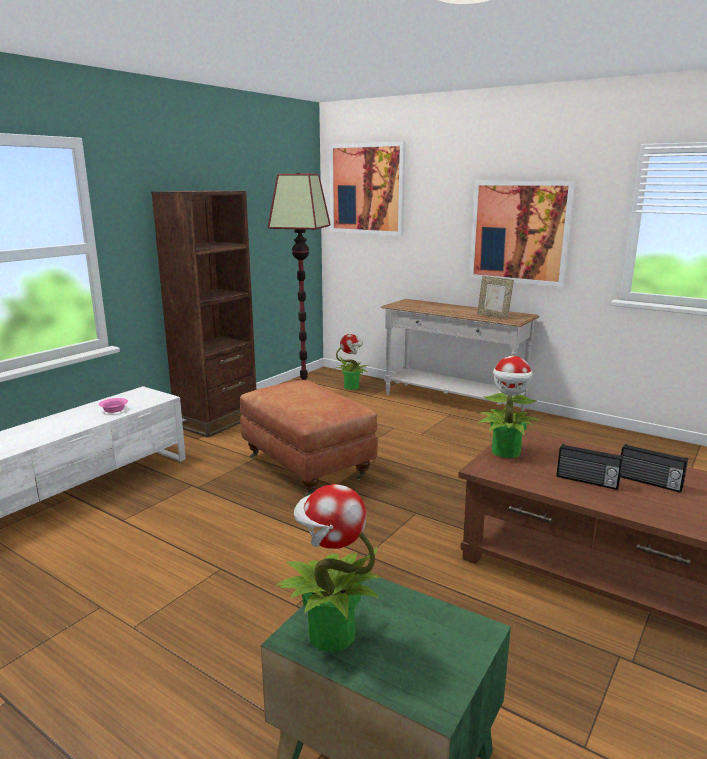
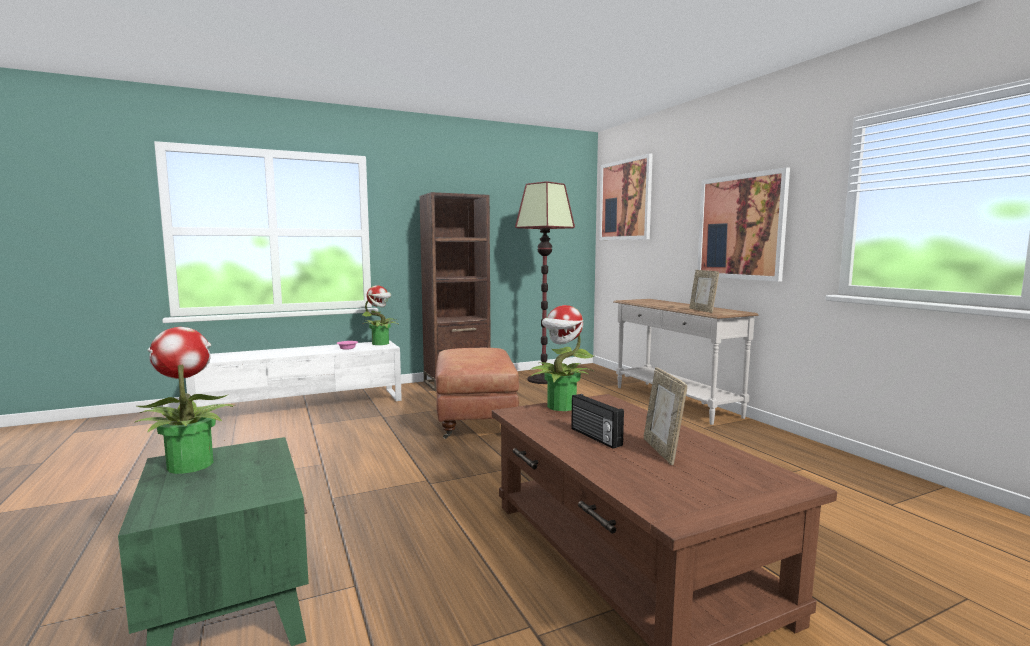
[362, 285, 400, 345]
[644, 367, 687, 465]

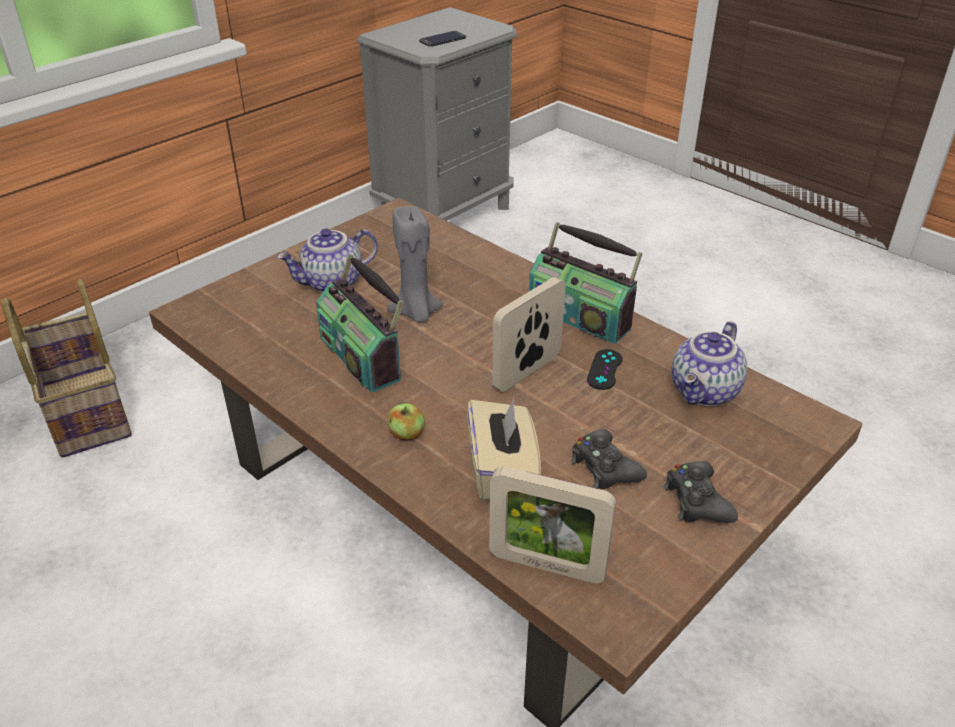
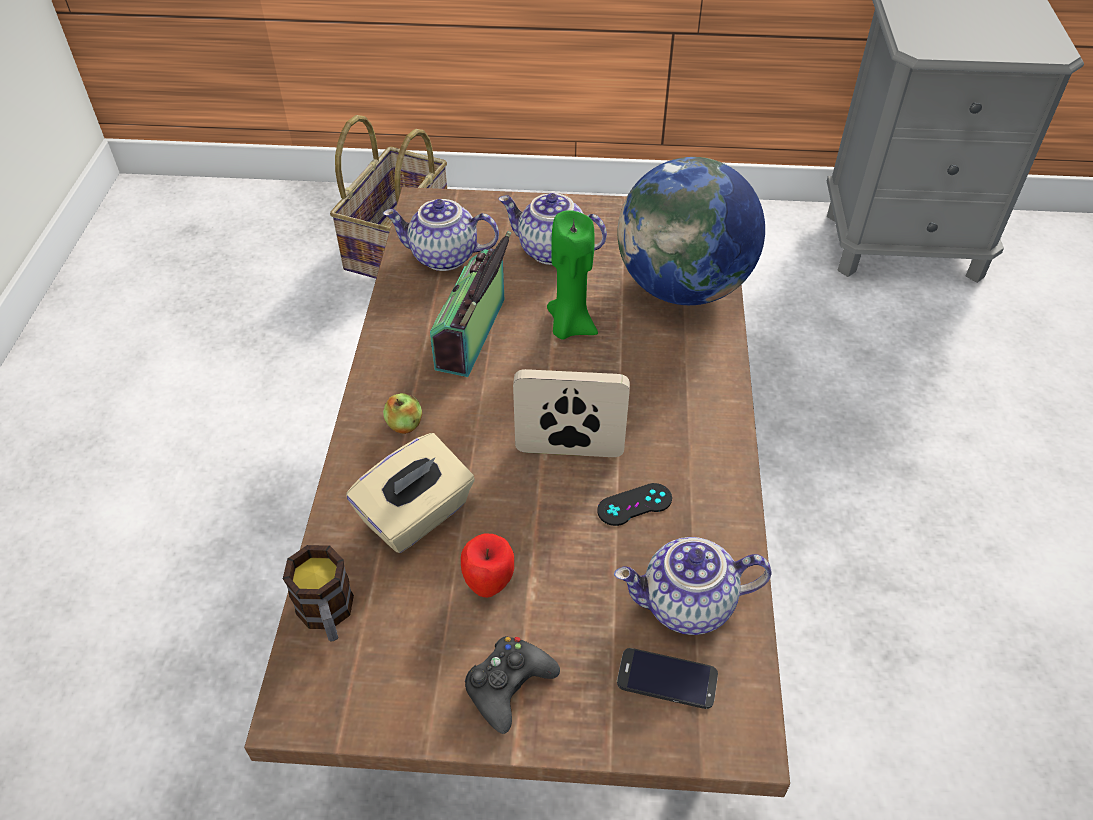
[529, 222, 642, 344] (first image)
[383, 199, 499, 271]
[618, 157, 765, 305]
[617, 648, 718, 709]
[283, 545, 354, 641]
[461, 533, 514, 598]
[547, 210, 598, 340]

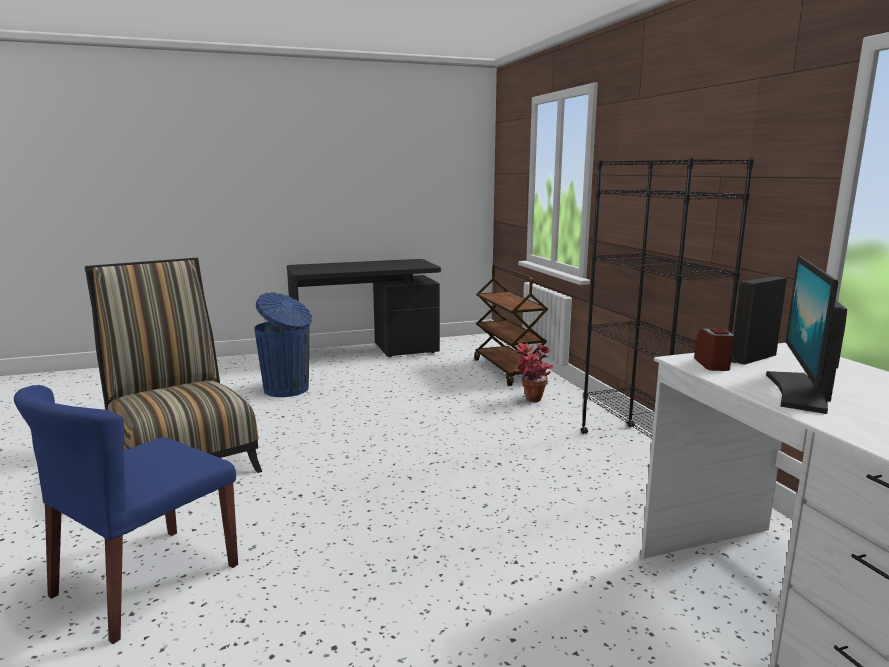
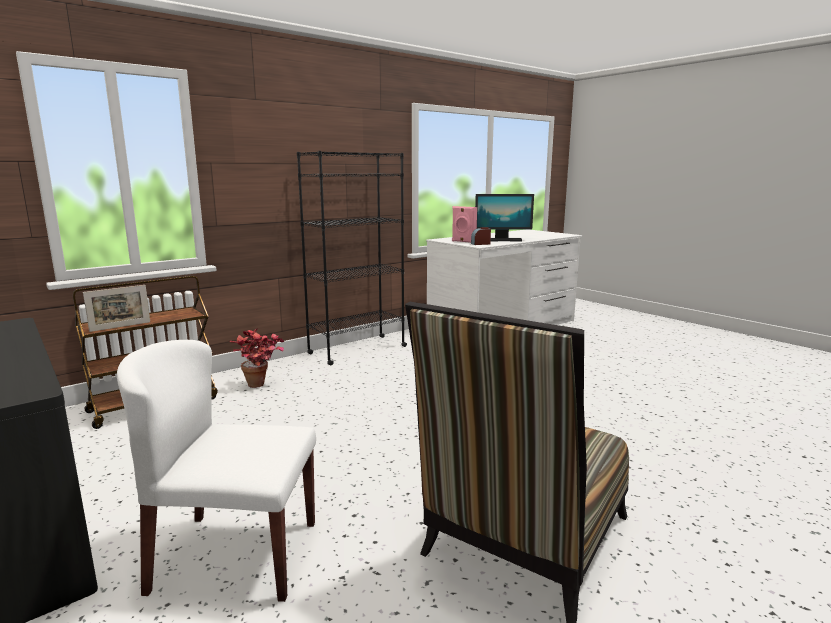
[14, 385, 238, 644] (first image)
[83, 285, 150, 332]
[117, 340, 316, 602]
[452, 206, 477, 243]

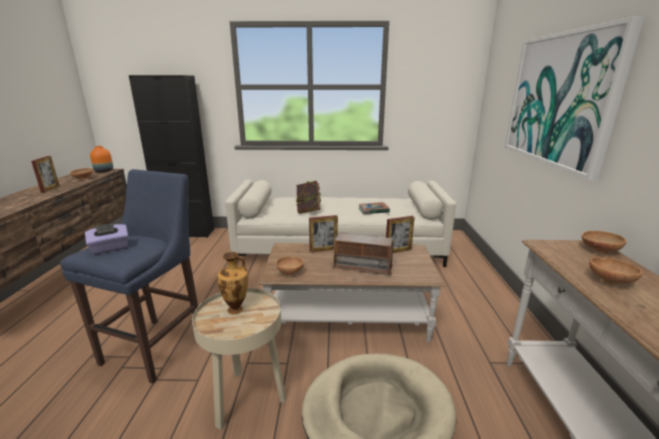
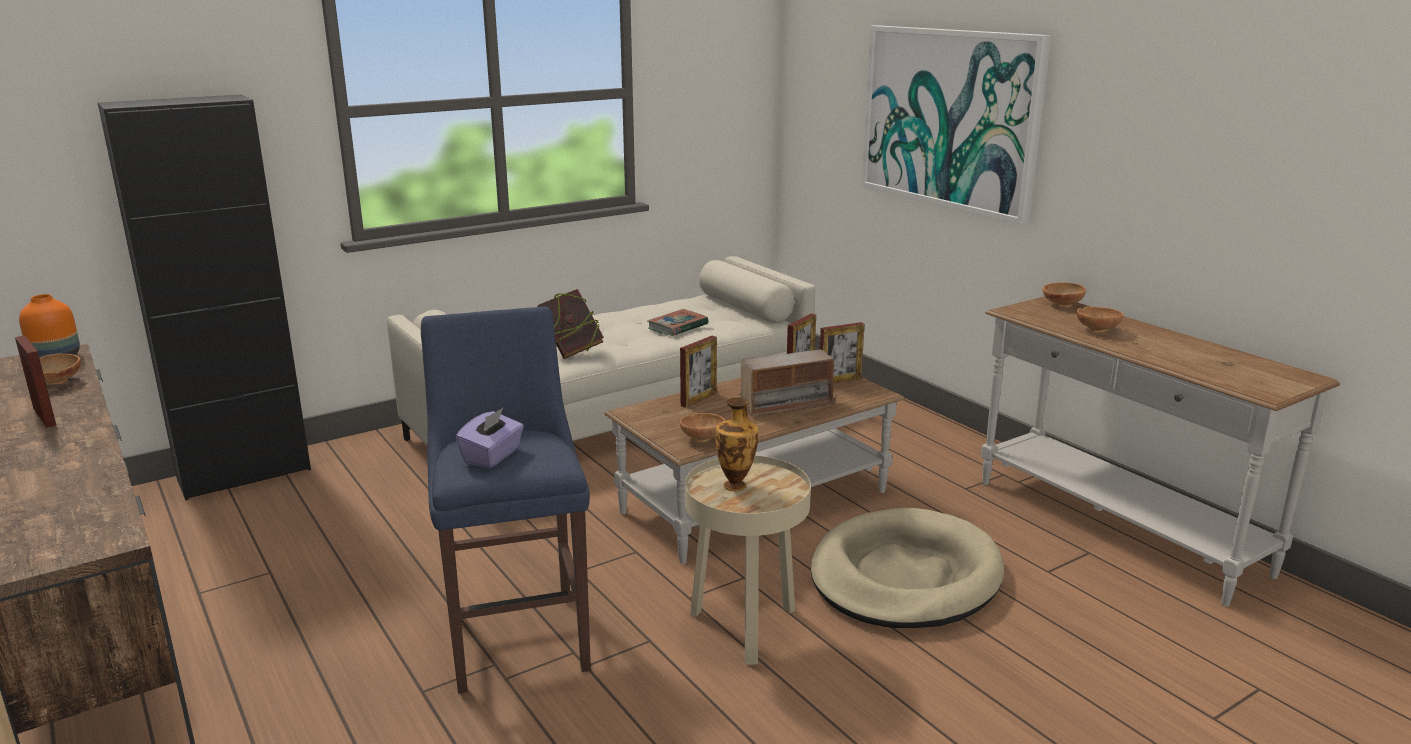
[820, 322, 865, 383]

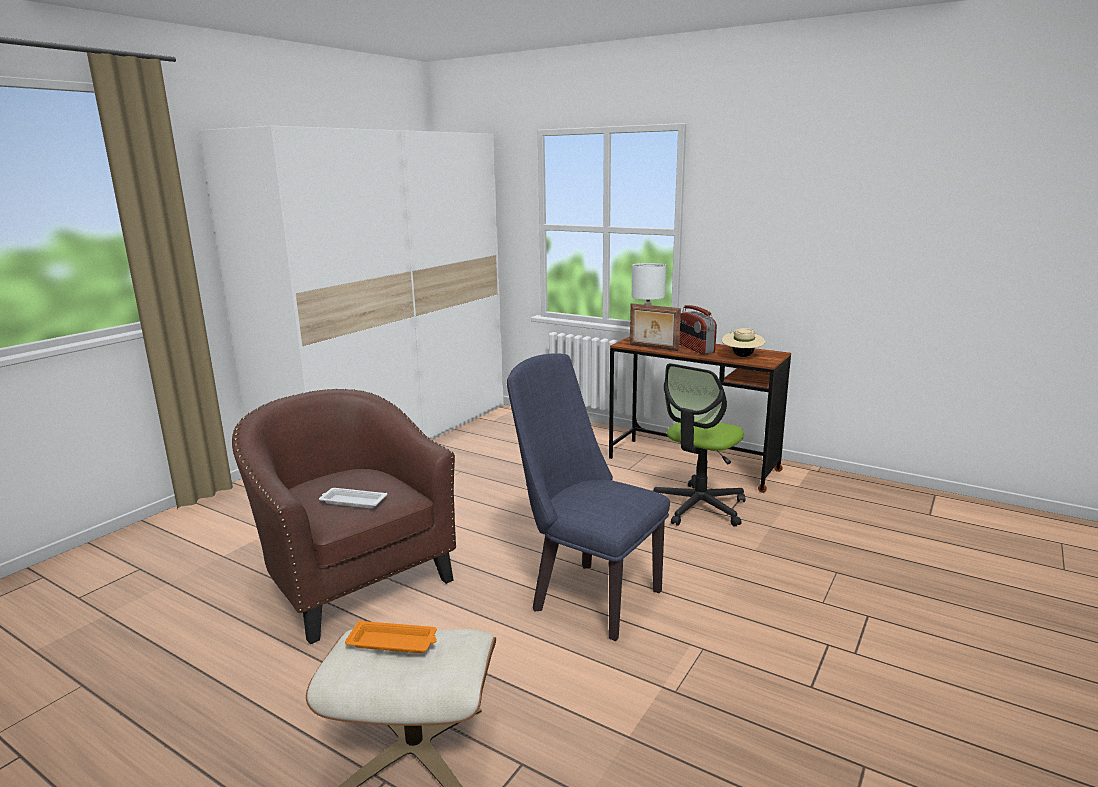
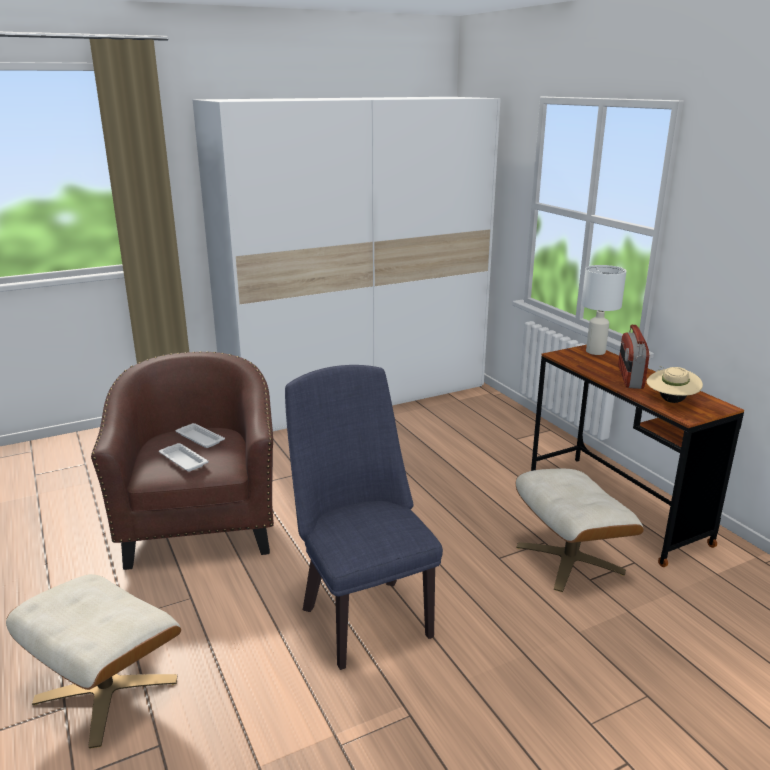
[345, 620, 437, 653] (first image)
[630, 303, 681, 351] (first image)
[175, 423, 225, 448]
[516, 469, 644, 592]

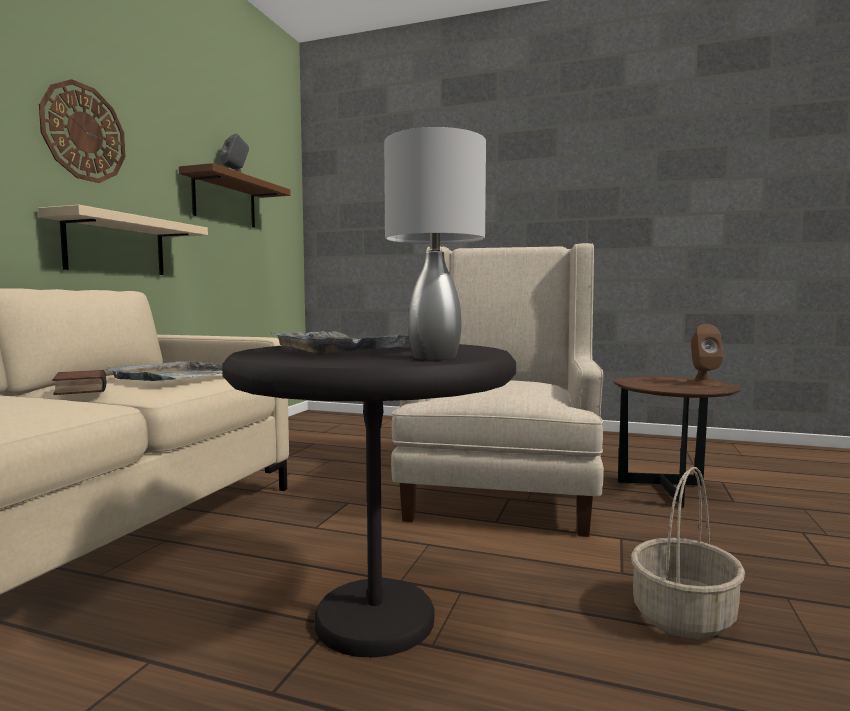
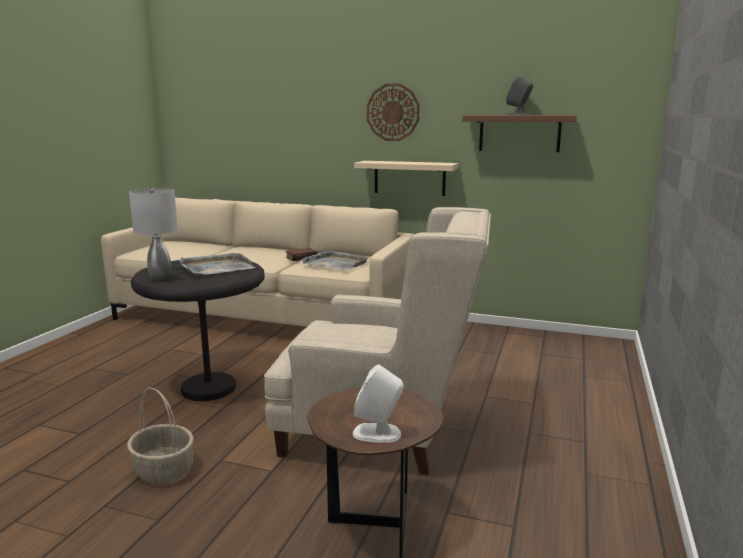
[353, 364, 404, 443]

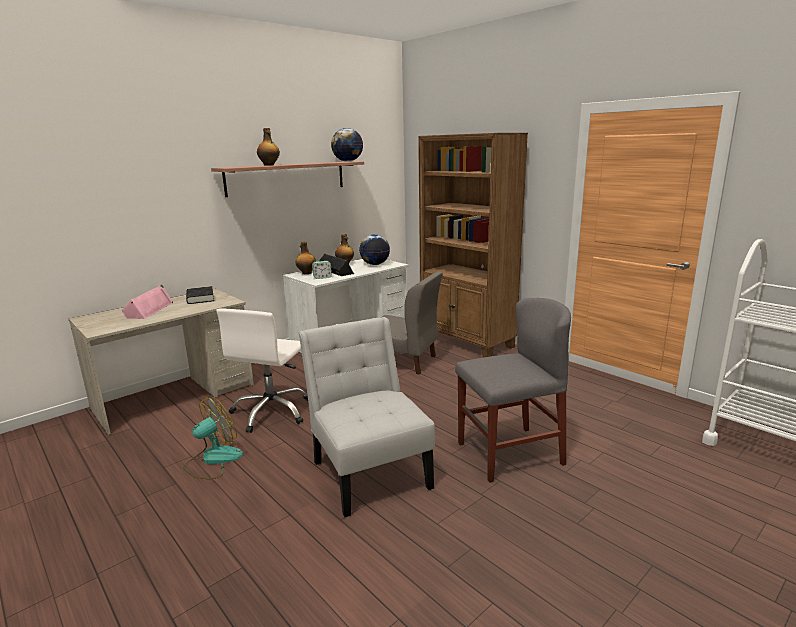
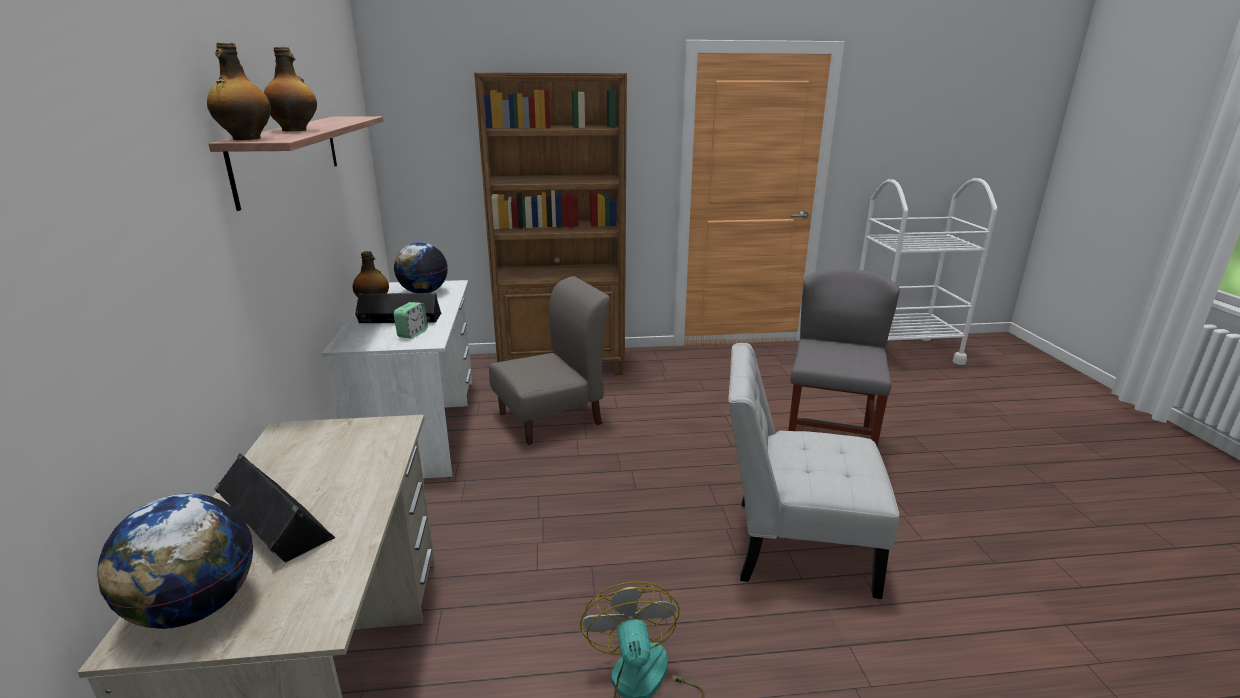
[186, 286, 214, 304] (first image)
[216, 308, 308, 433] (first image)
[207, 43, 271, 140]
[97, 494, 253, 629]
[214, 453, 336, 563]

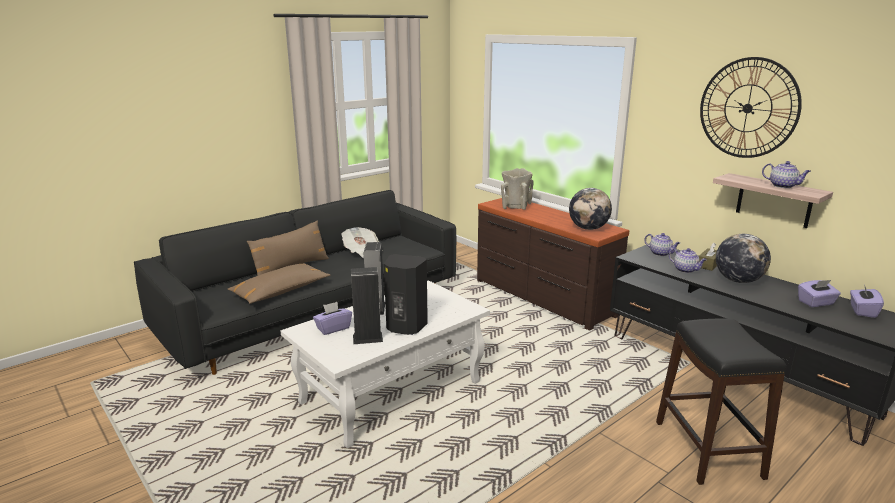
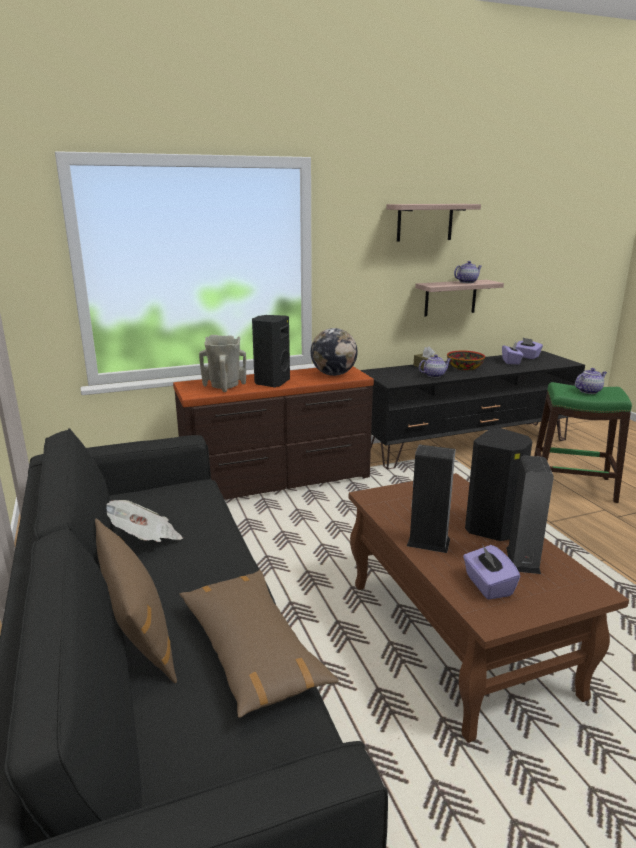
[252, 315, 290, 388]
[575, 368, 607, 394]
[386, 204, 481, 242]
[447, 351, 485, 371]
[349, 473, 629, 743]
[534, 382, 632, 503]

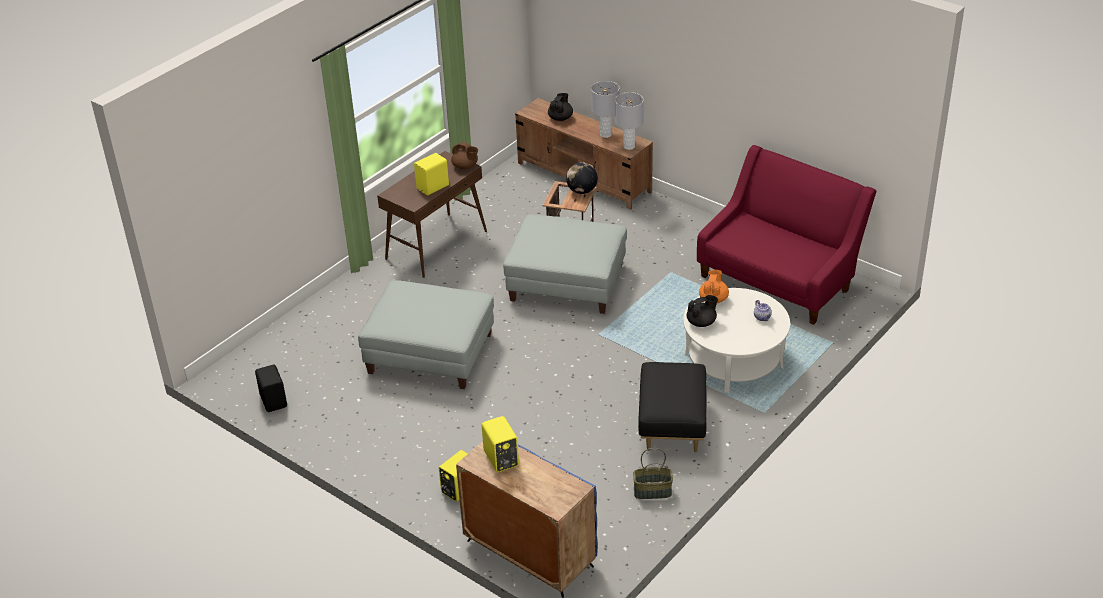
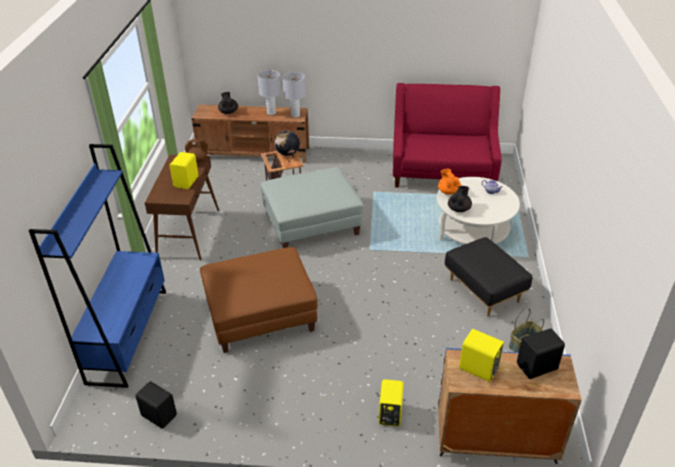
[29, 144, 166, 388]
[517, 328, 565, 379]
[200, 247, 318, 353]

